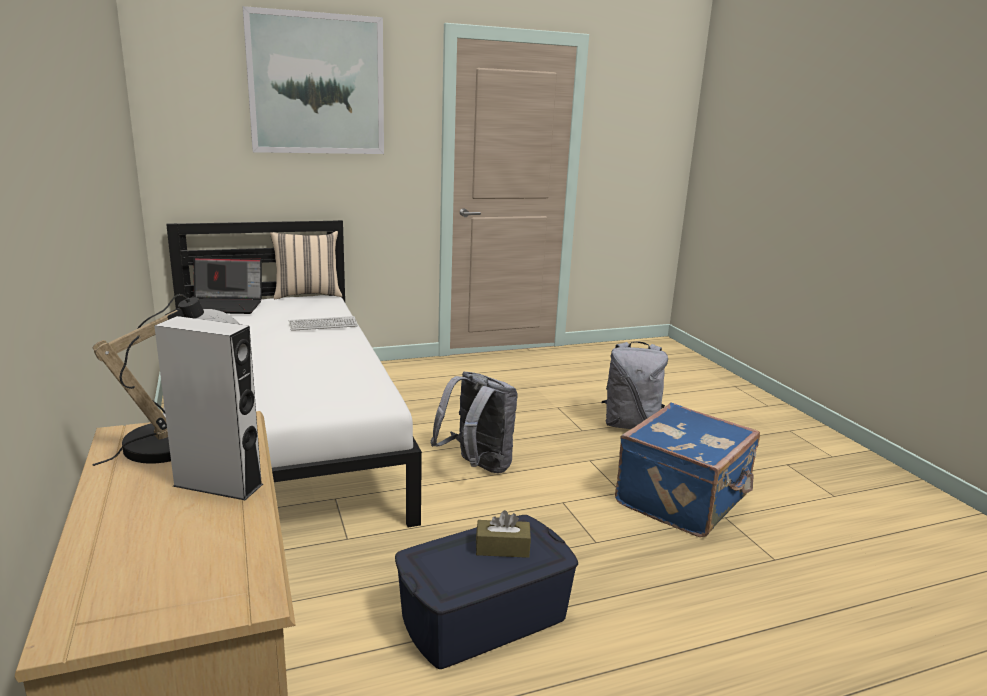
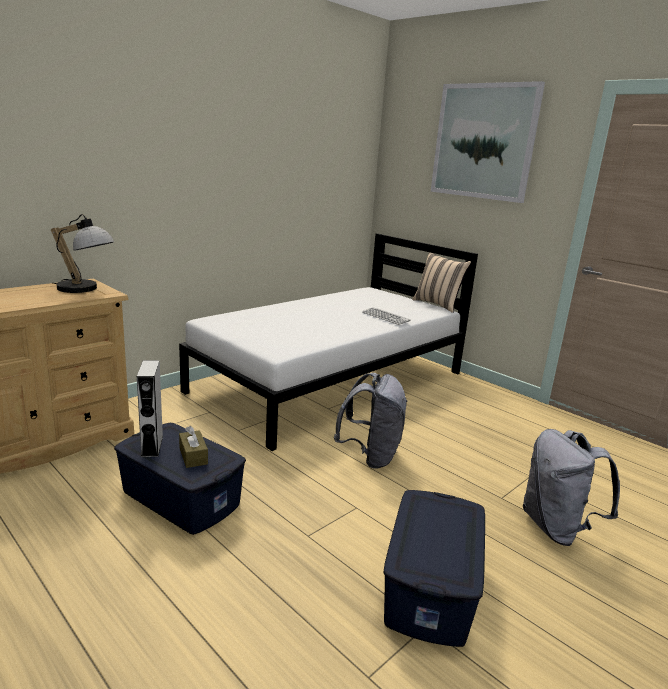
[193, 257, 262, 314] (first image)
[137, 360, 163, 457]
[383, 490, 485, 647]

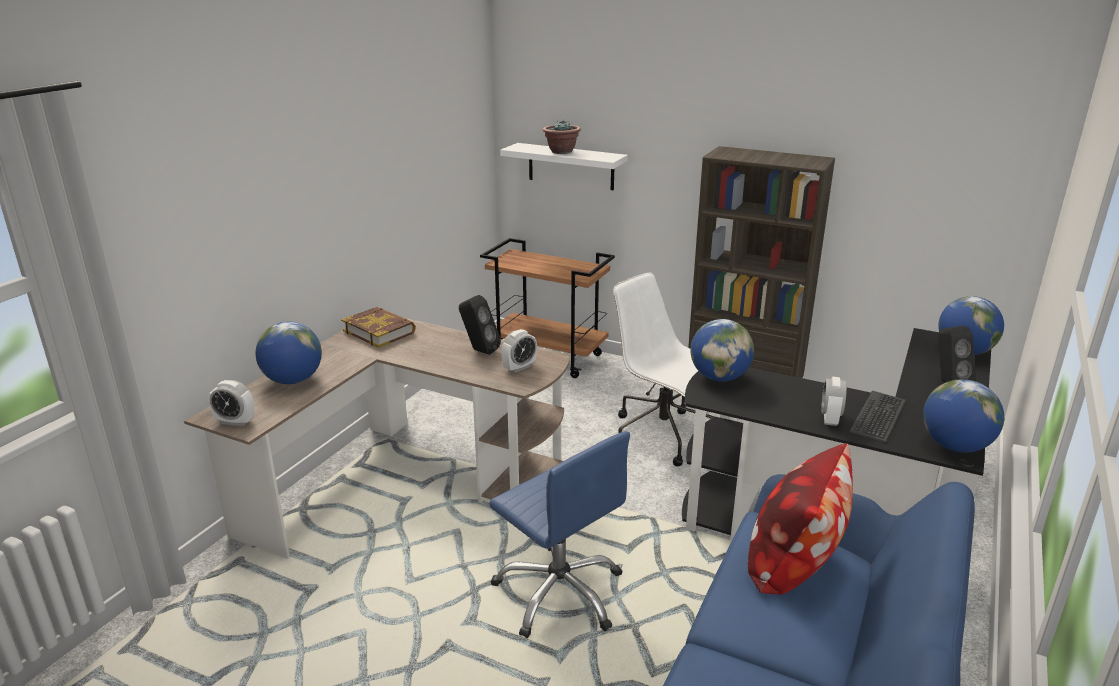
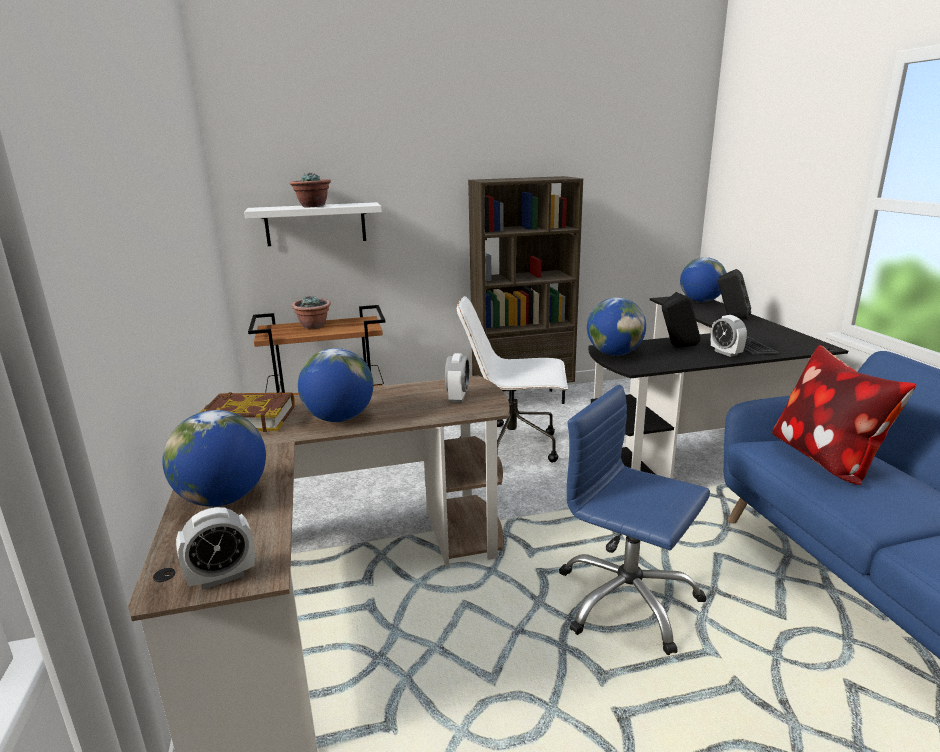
[292, 295, 331, 329]
[662, 292, 701, 348]
[298, 348, 373, 422]
[559, 384, 710, 655]

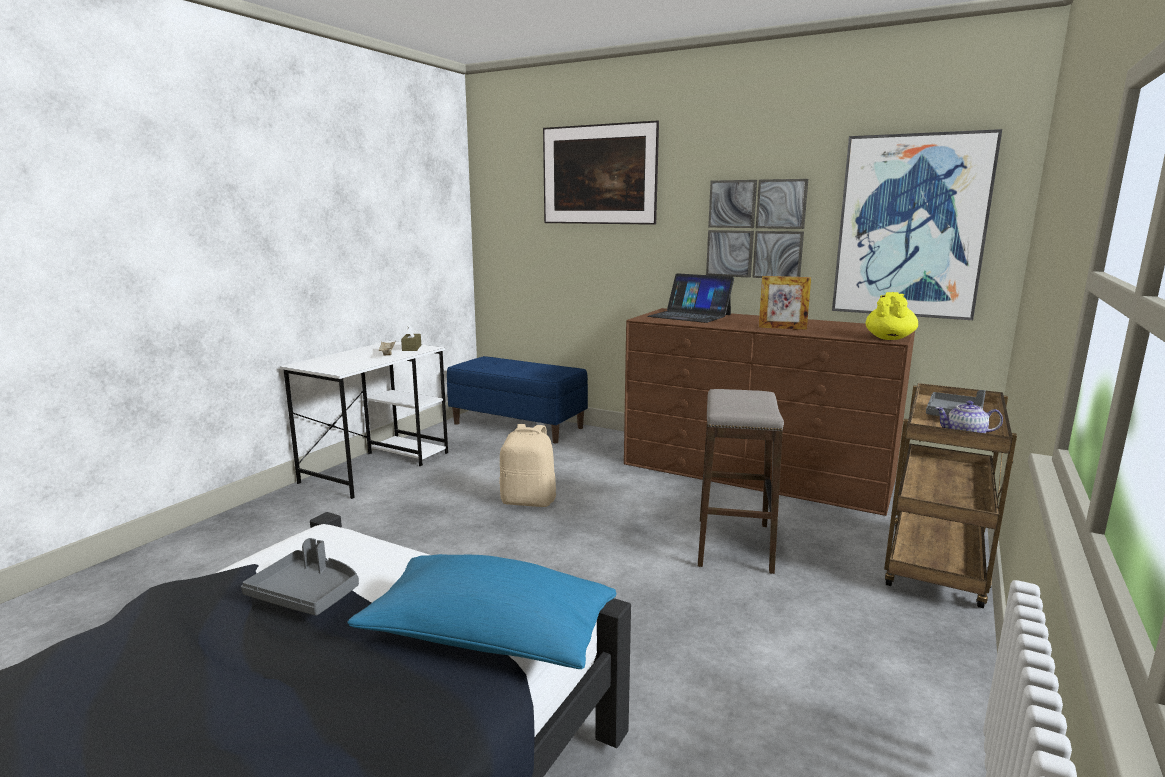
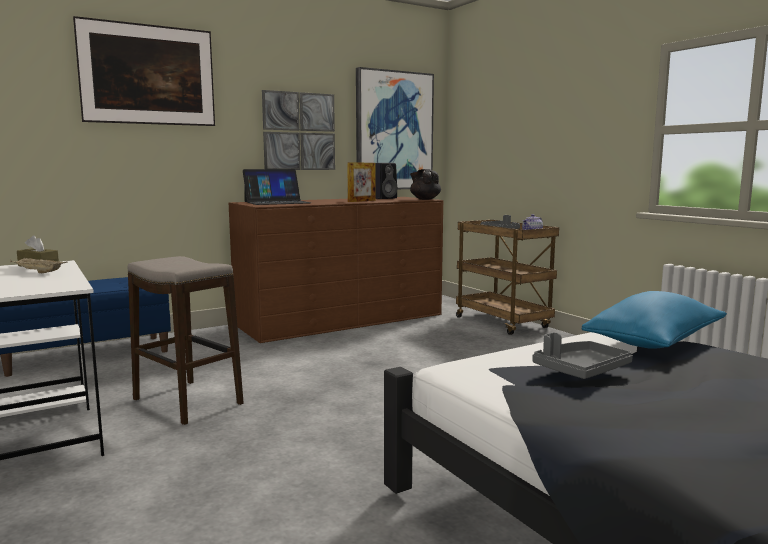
[499, 424, 556, 507] (first image)
[375, 163, 397, 199]
[127, 256, 244, 425]
[410, 169, 441, 200]

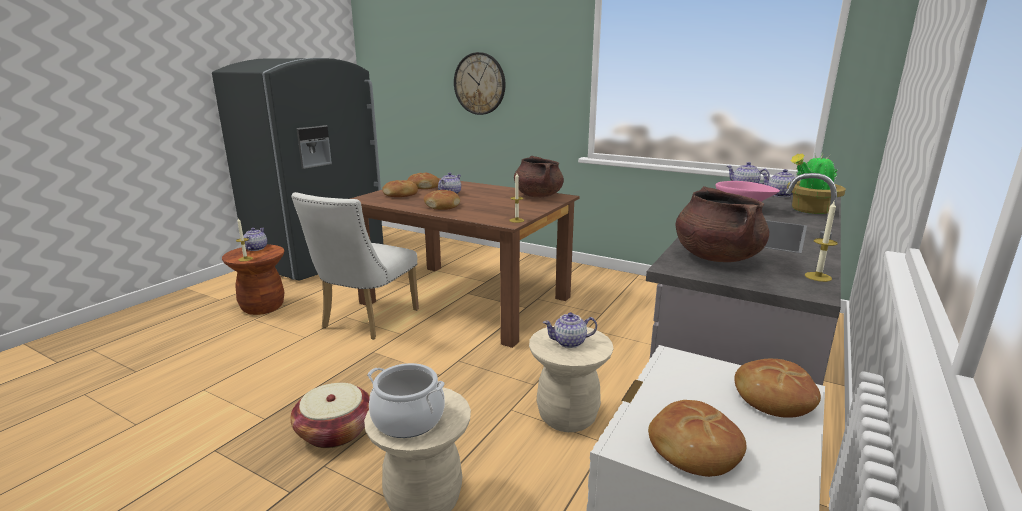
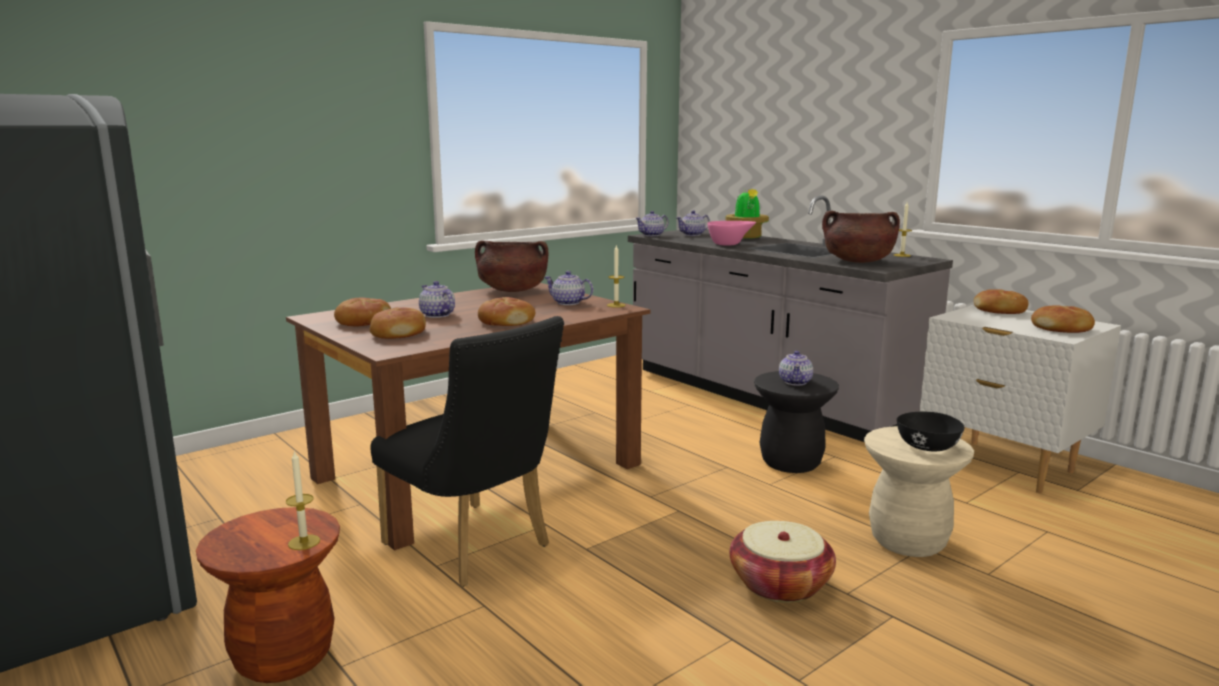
[454, 52, 505, 115] (first image)
[544, 271, 593, 305]
[897, 412, 965, 451]
[370, 316, 564, 587]
[754, 371, 839, 473]

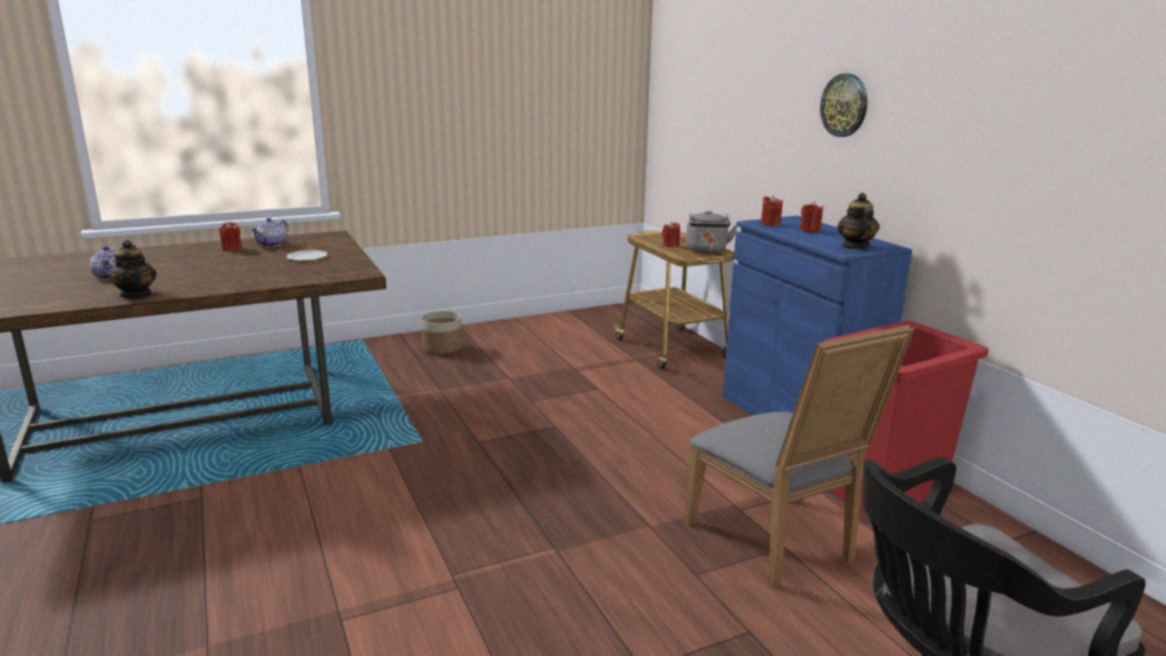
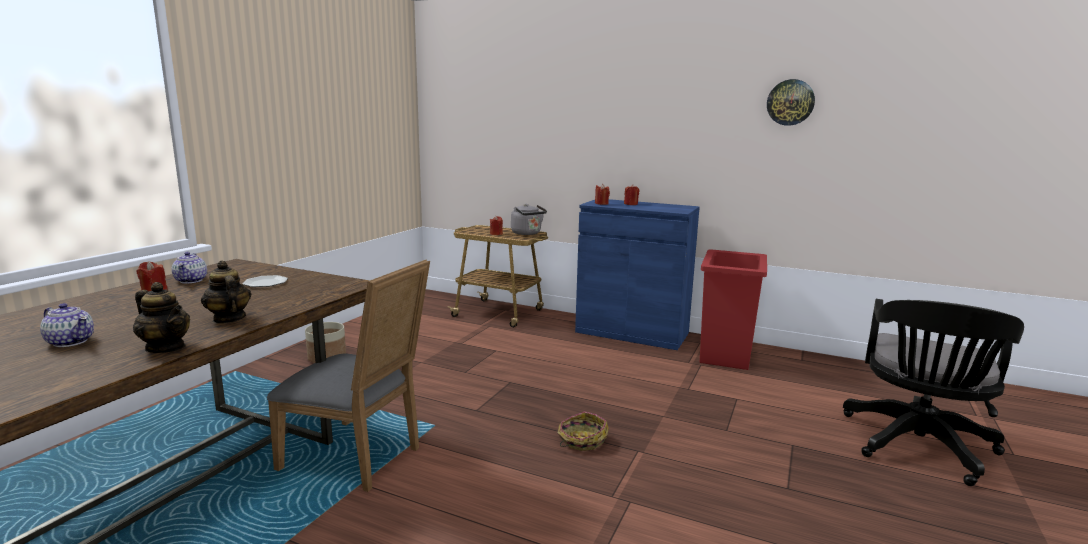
[557, 411, 609, 451]
[267, 259, 430, 492]
[767, 79, 815, 126]
[201, 260, 251, 324]

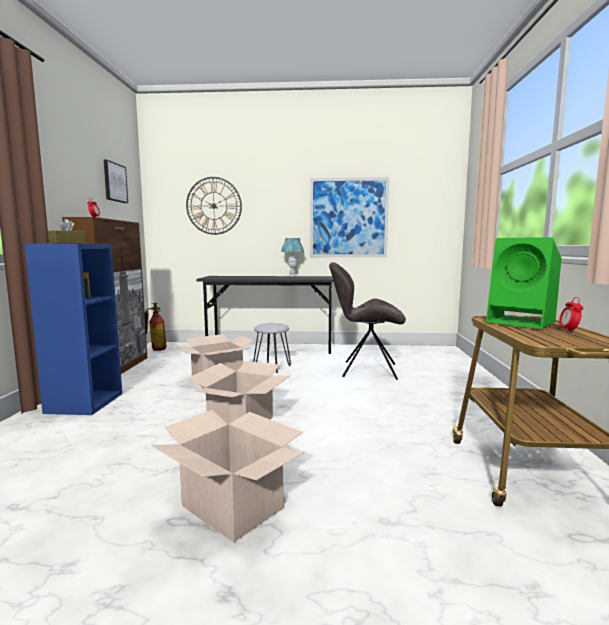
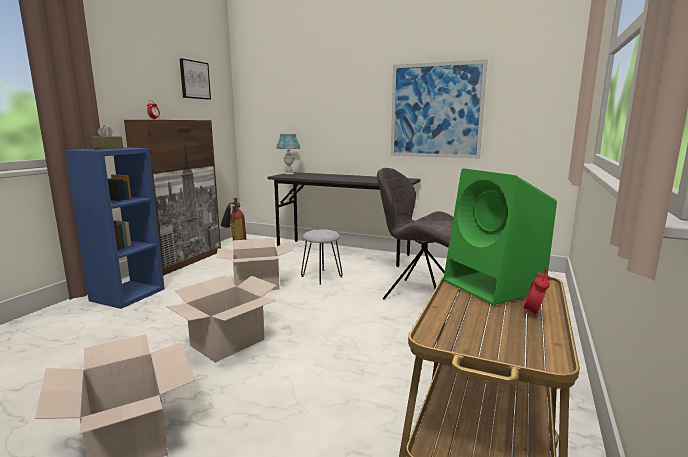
[186, 177, 242, 235] (first image)
[276, 134, 300, 175]

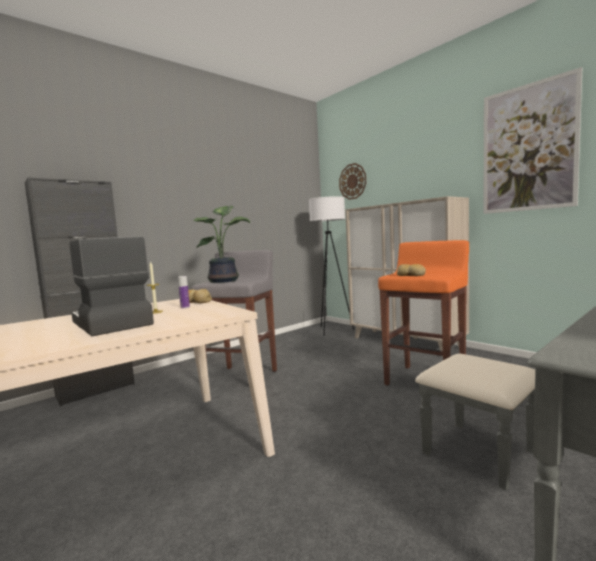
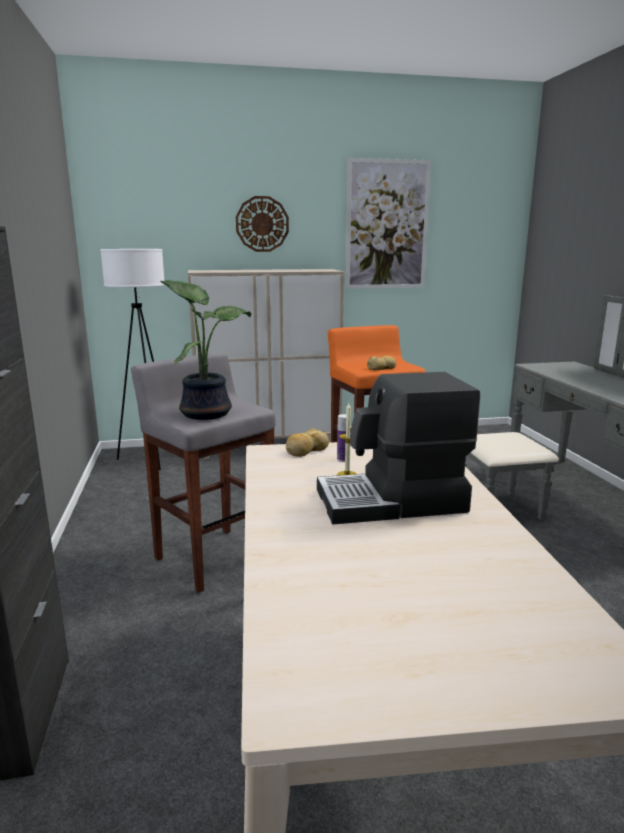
[236, 196, 289, 252]

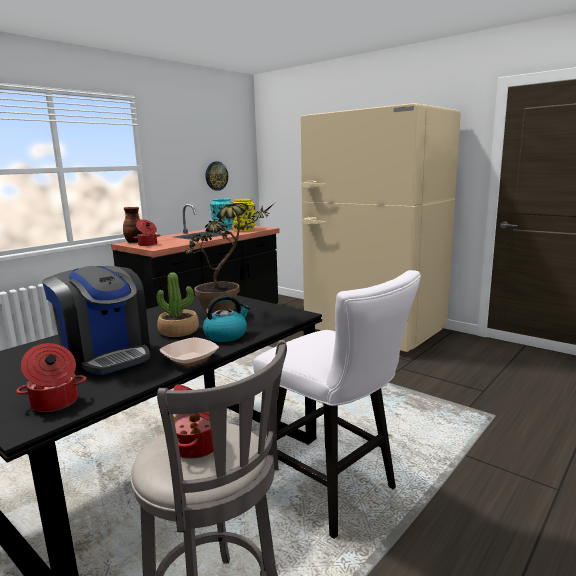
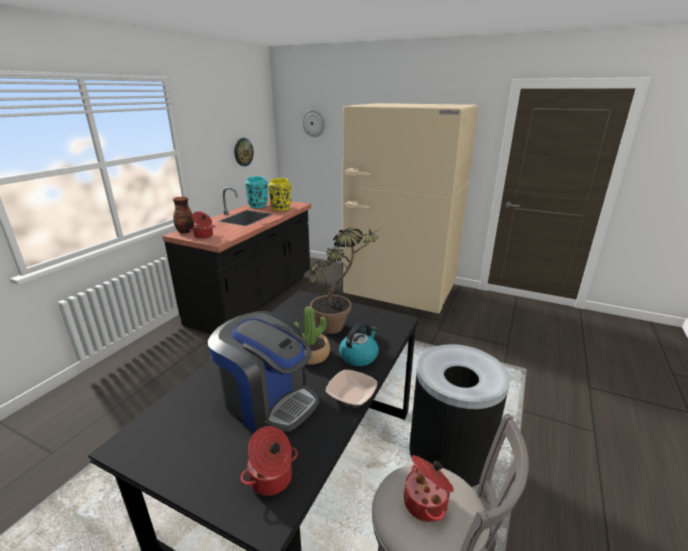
[302, 109, 325, 137]
[409, 344, 510, 487]

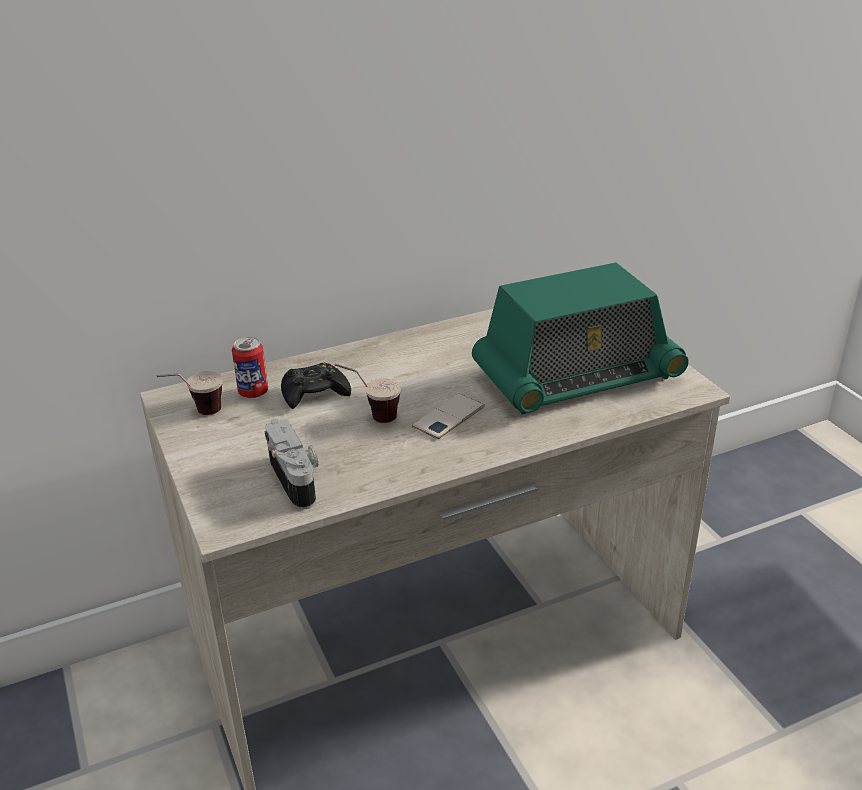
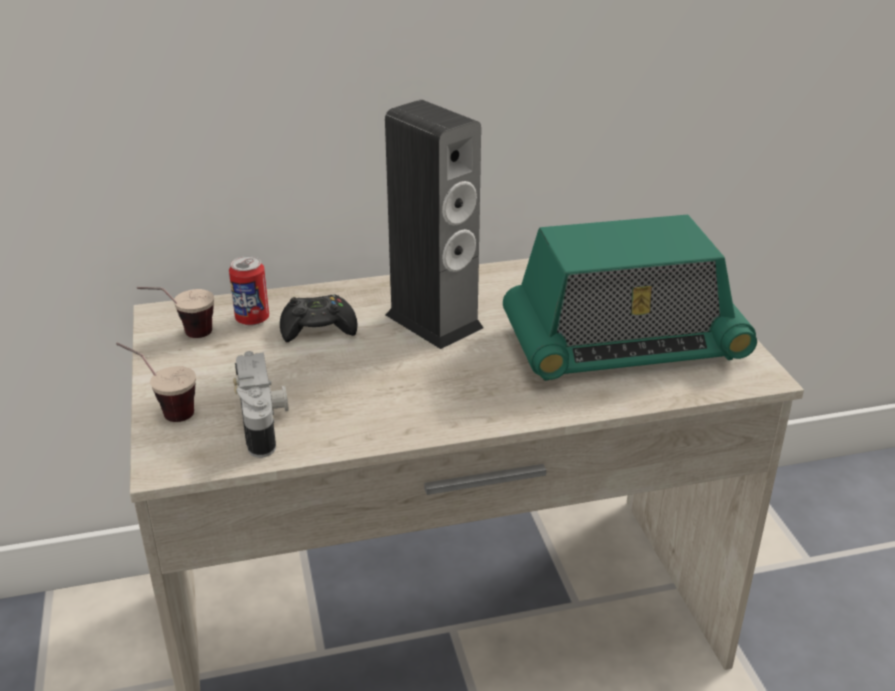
[412, 393, 485, 439] (first image)
[385, 100, 483, 349]
[116, 342, 196, 422]

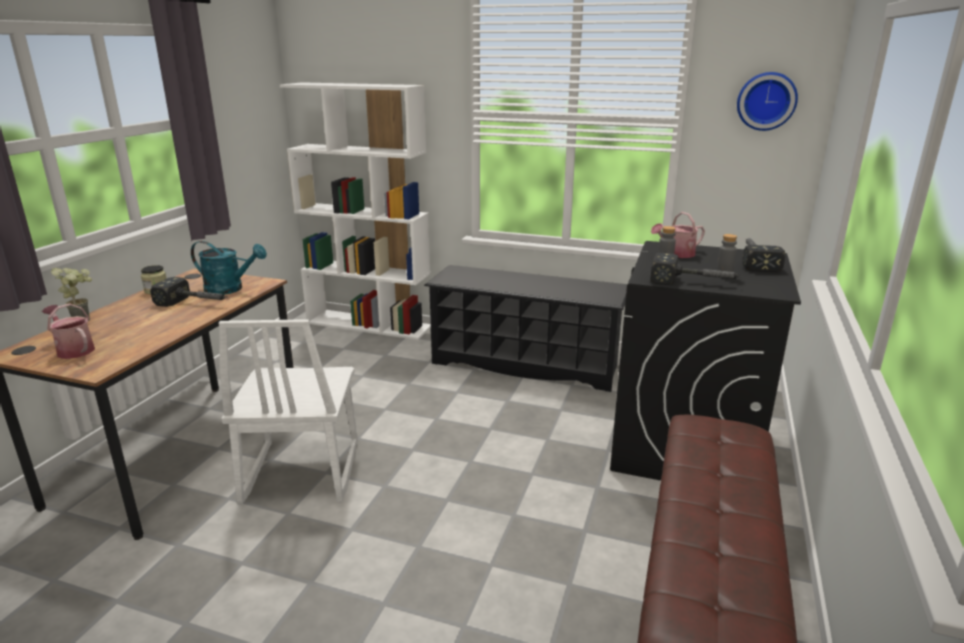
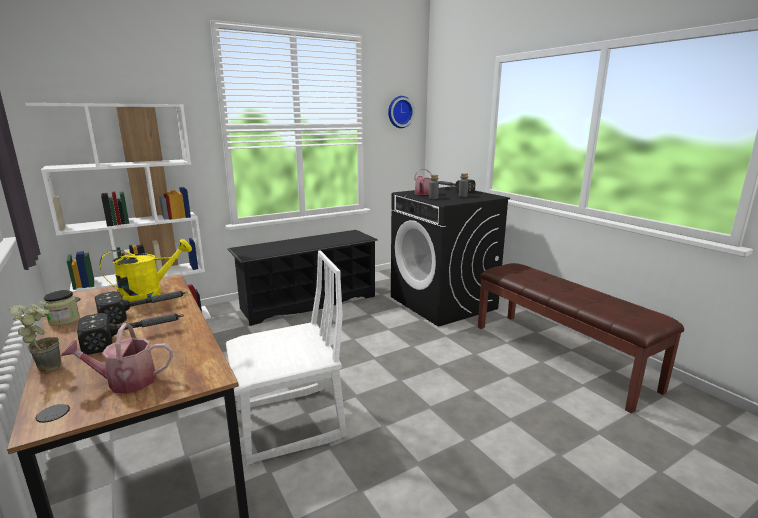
[77, 313, 184, 354]
[100, 239, 192, 302]
[226, 250, 347, 465]

